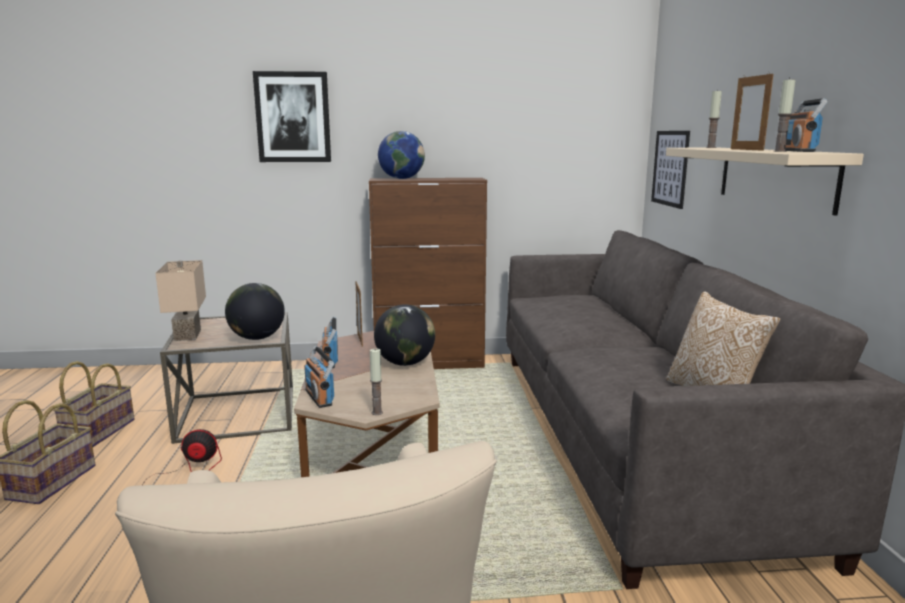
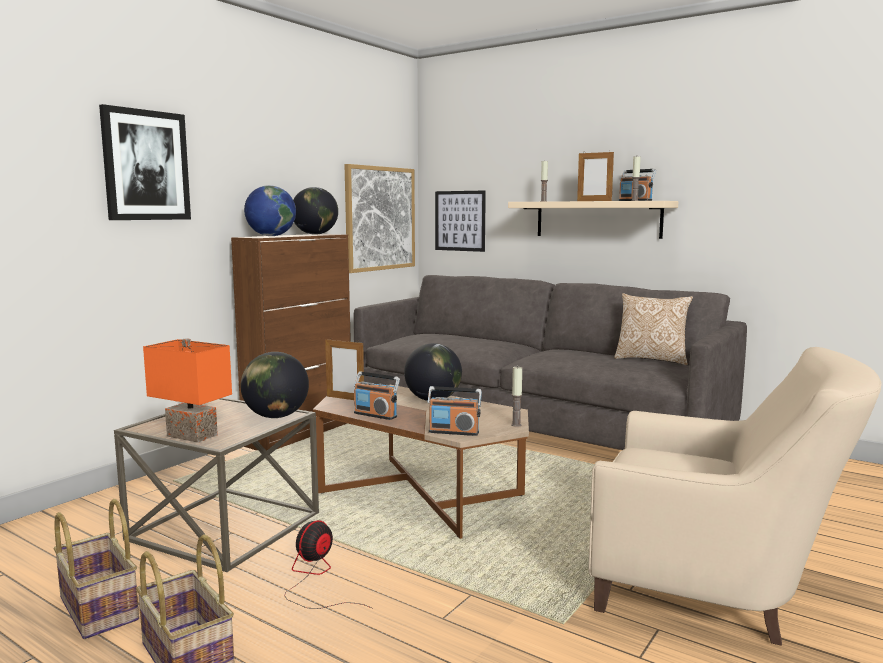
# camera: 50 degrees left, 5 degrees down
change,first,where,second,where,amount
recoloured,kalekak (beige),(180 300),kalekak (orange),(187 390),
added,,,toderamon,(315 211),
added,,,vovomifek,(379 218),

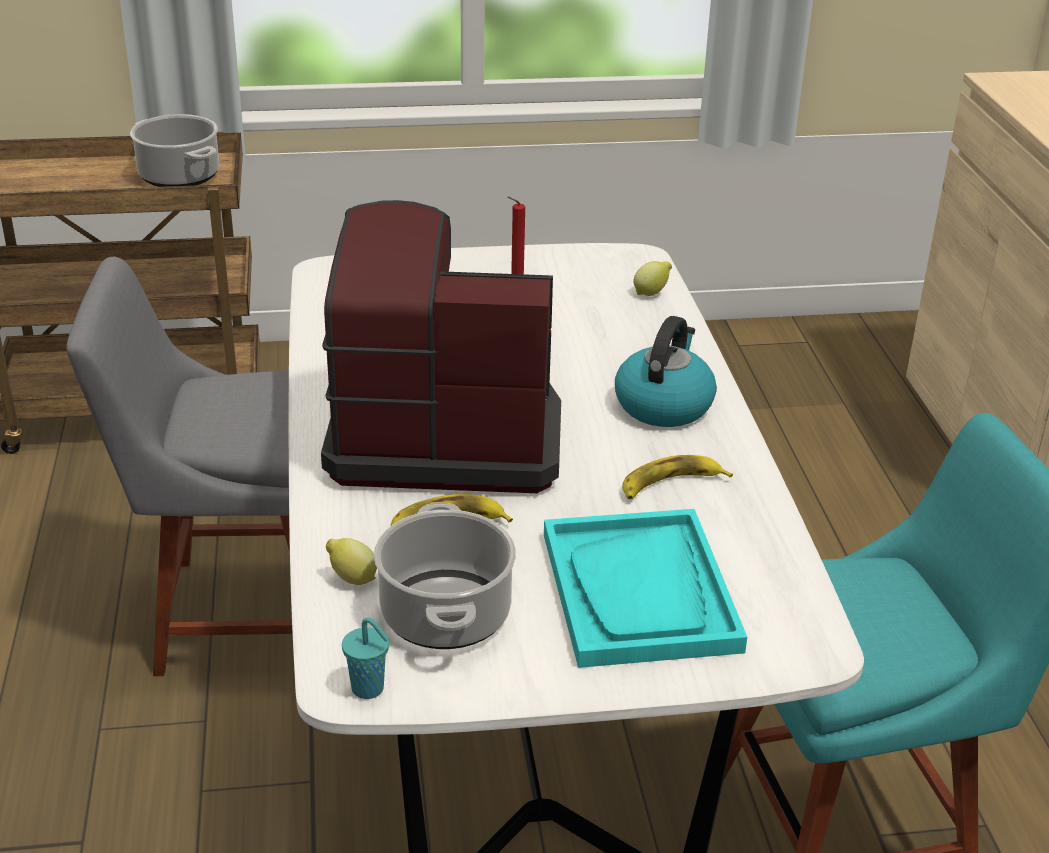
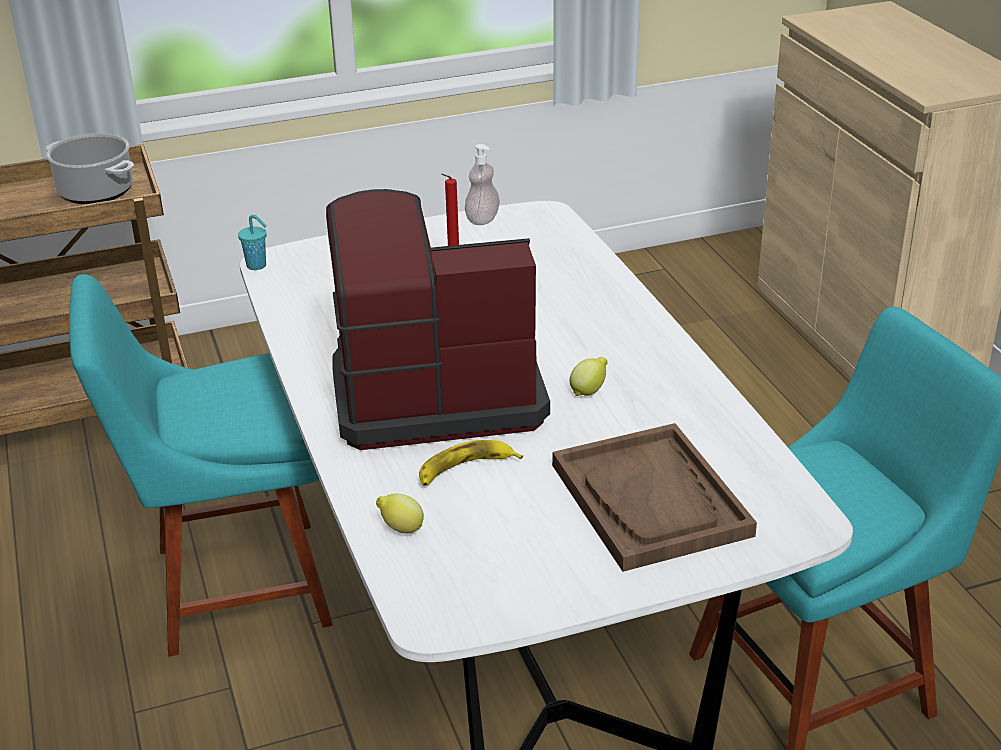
# camera: 10 degrees left, 0 degrees up
change,first,where,second,where,amount
recoloured,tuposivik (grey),(179 466),tuposivik (turquoise),(201 465),
moved,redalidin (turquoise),(365 658),,(252 242),
removed,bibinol,(445 575),,,
recoloured,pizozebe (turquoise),(645 588),pizozebe (brown),(654 497),
removed,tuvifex,(666 371),,,
removed,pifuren,(677 477),,,
moved,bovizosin,(653 278),,(588 376),
added,,,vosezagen,(482 184),

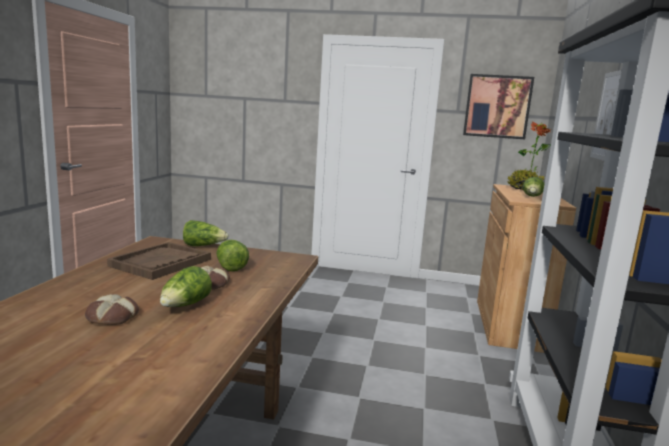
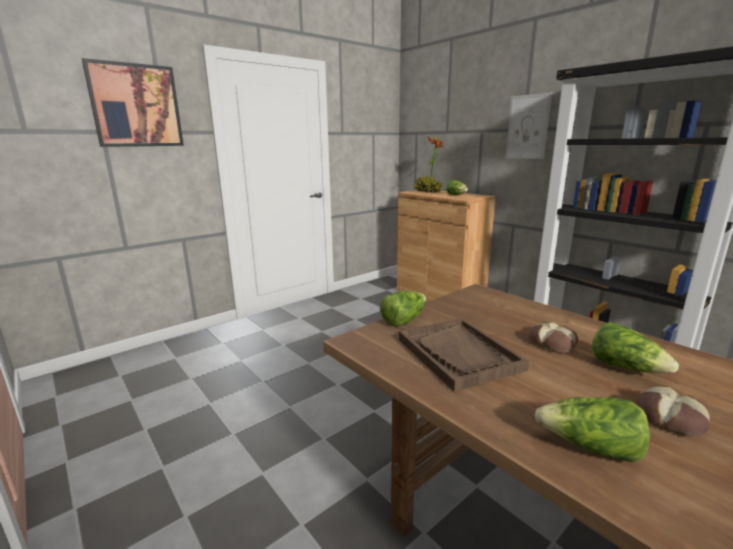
# camera: 50 degrees left, 5 degrees up
change,first,where,second,where,amount
moved,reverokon,(232 255),,(592 429),
moved,vovomifek,(498 106),,(133 102),

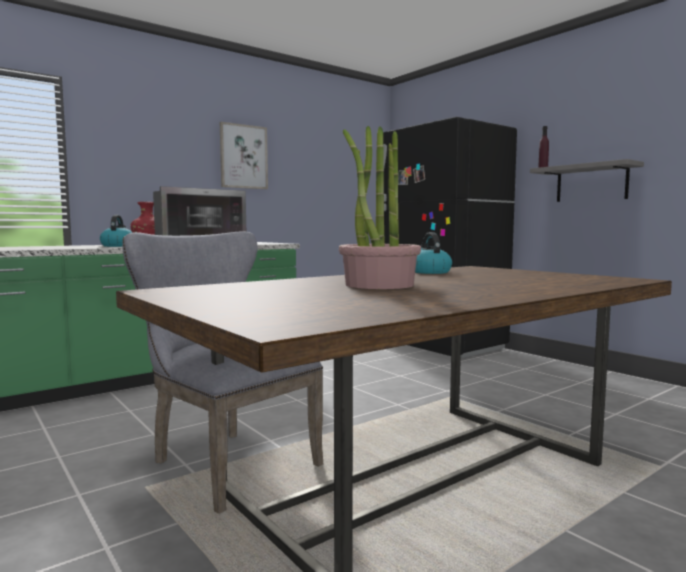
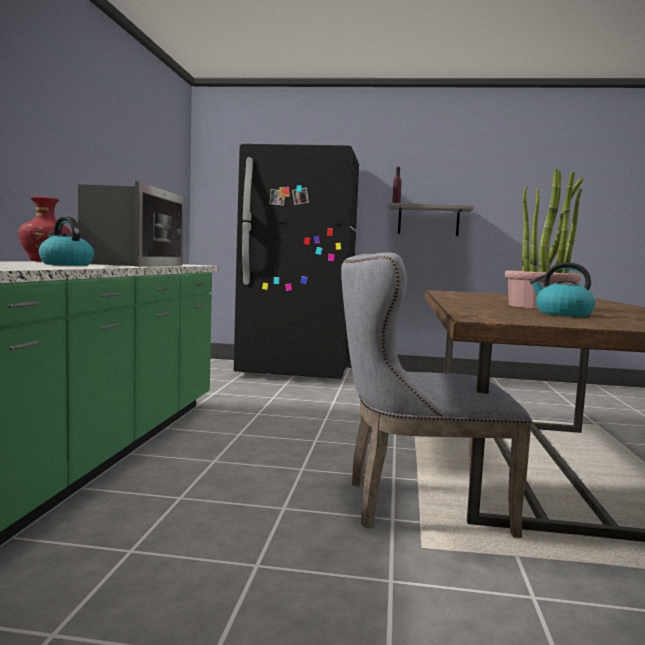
# camera: 45 degrees left, 0 degrees up
change,first,where,second,where,amount
removed,vovomifek,(244 155),,,
moved,tuvifex,(433 253),,(562 289),

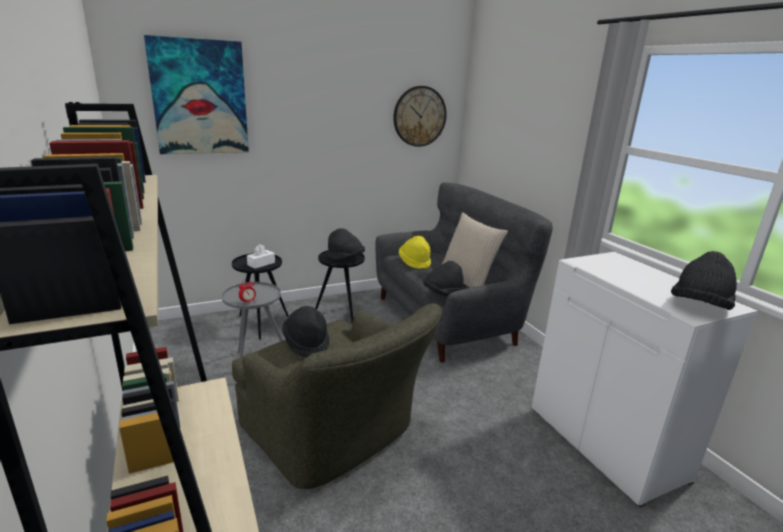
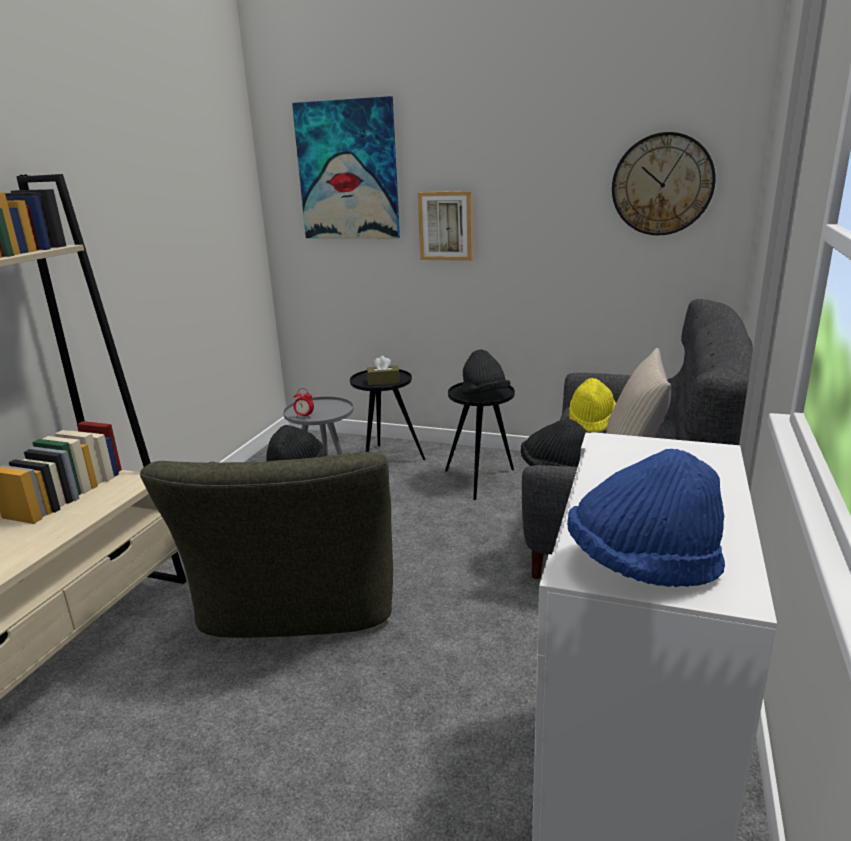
# camera: 45 degrees right, 0 degrees up
change,first,where,second,where,amount
recoloured,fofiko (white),(261 256),fofiko (brown),(383 370),
recoloured,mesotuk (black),(704 280),mesotuk (blue),(646 518),
added,,,vovomifek,(445 226),

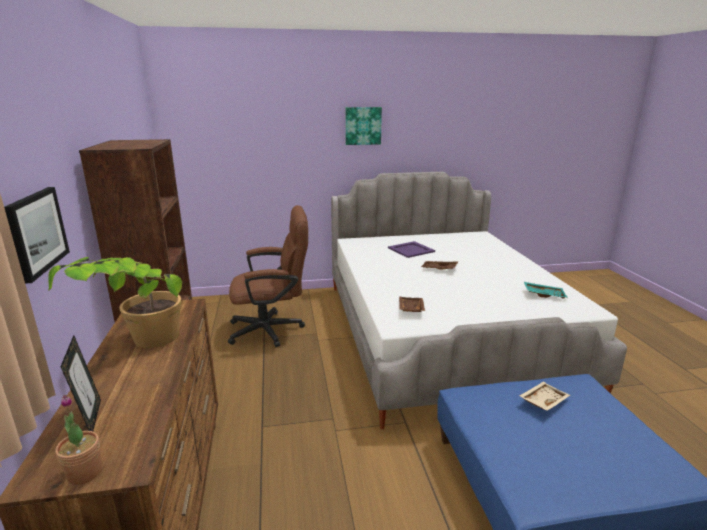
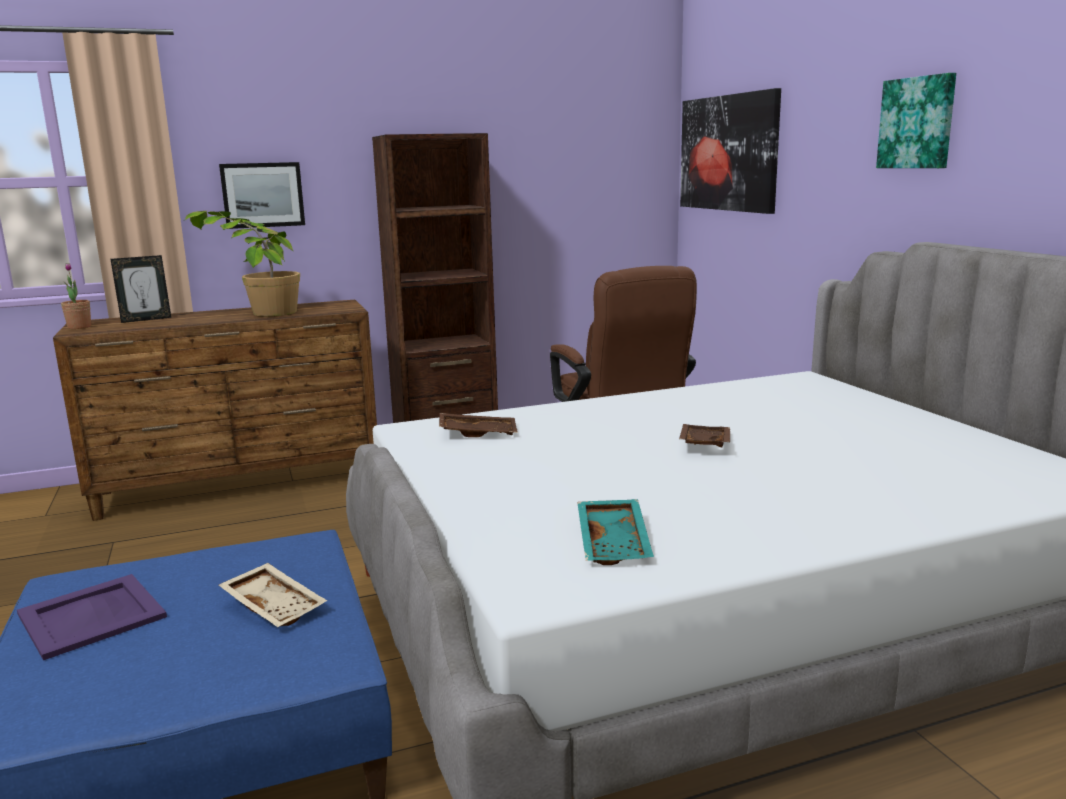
# camera: 80 degrees right, 5 degrees down
change,first,where,second,where,amount
moved,pizozebe (purple),(411 249),,(92 617),
added,,,vovomifek,(730 151),

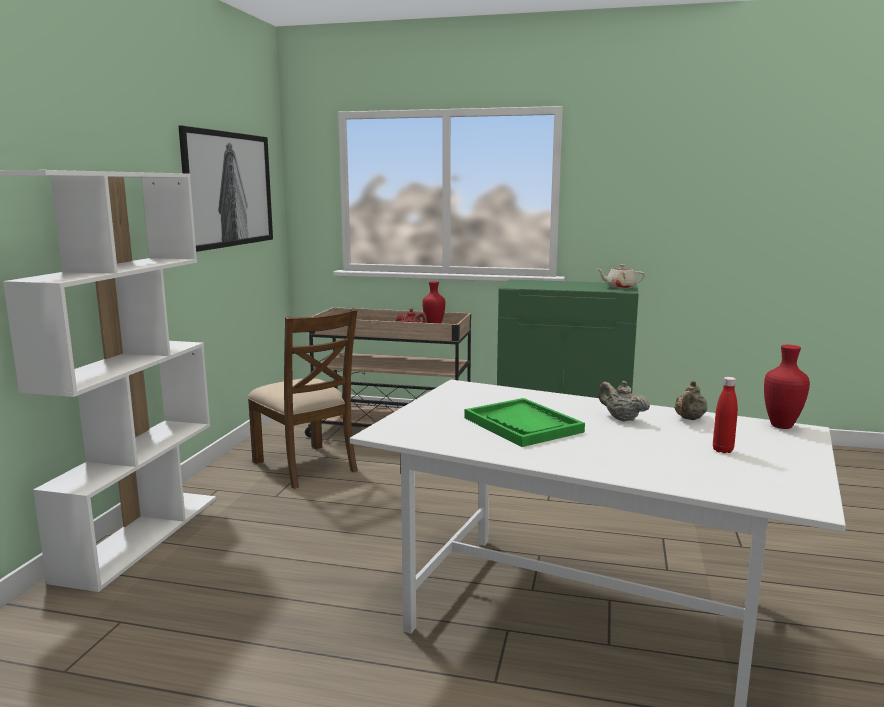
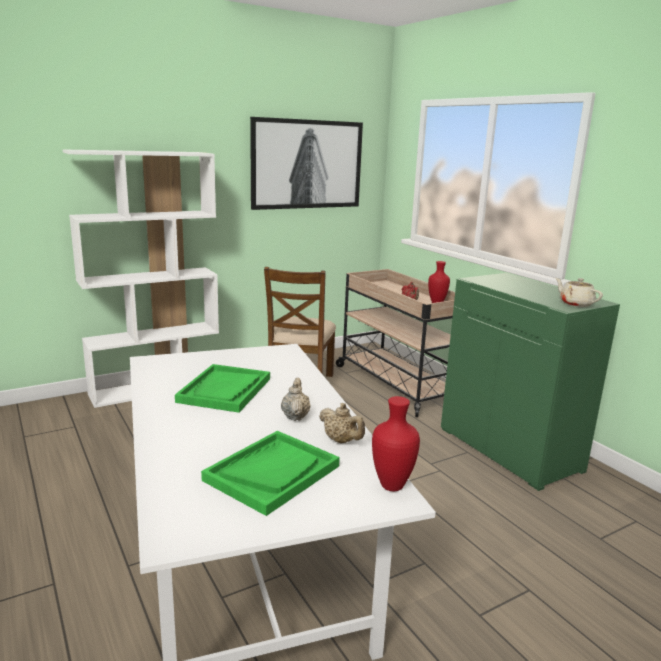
# camera: 45 degrees right, 5 degrees up
change,first,where,second,where,amount
turned,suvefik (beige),(690 400),,(342 423),120 degrees counterclockwise
replaced,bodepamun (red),(725 415),pizozebe (green),(270 473),

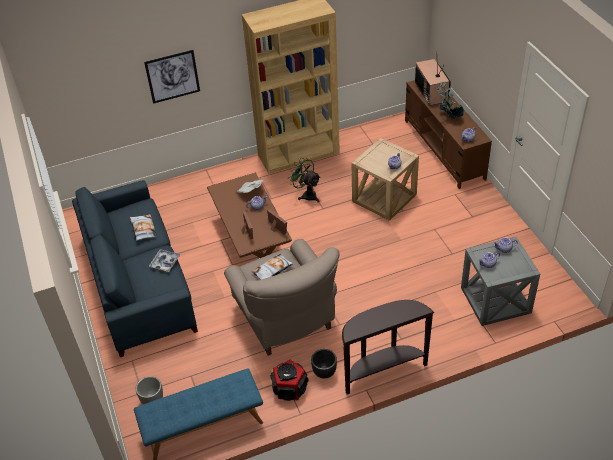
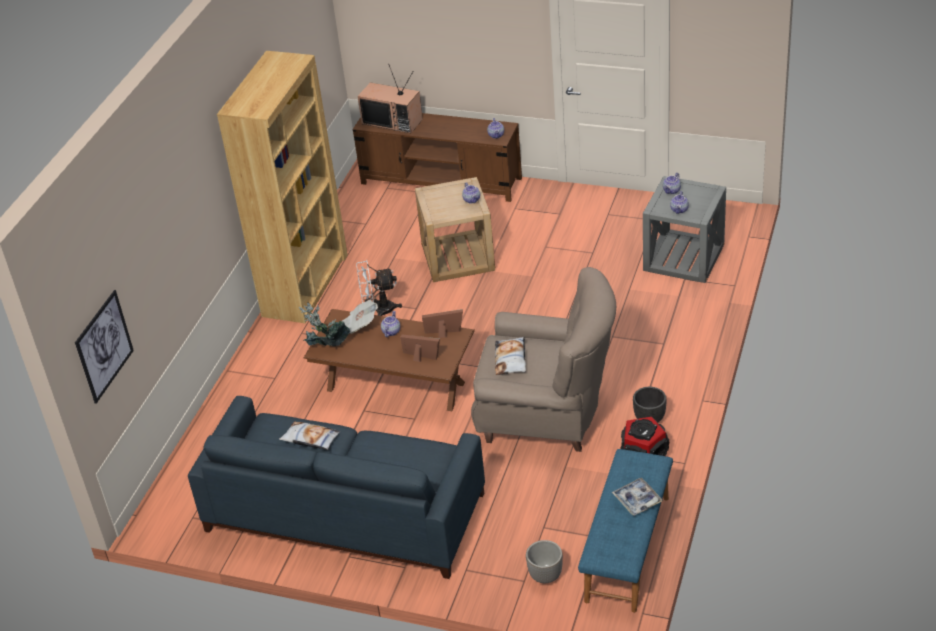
# camera: 50 degrees left, 5 degrees down
change,first,where,second,where,amount
moved,vovomifek,(172 77),,(104 347),
moved,pizozebe,(164 260),,(637 497),
recoloured,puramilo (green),(304 180),puramilo (white),(379 288),
removed,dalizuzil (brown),(388 347),,,
moved,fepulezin,(450 100),,(324 324),

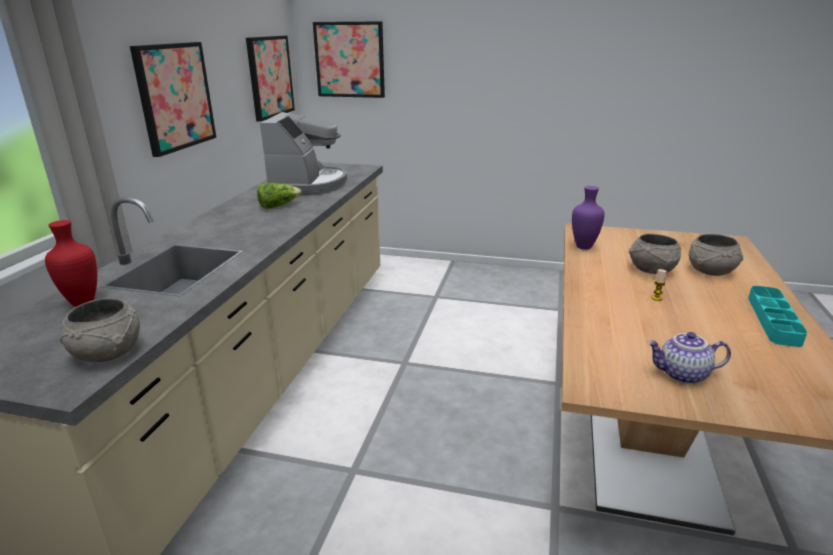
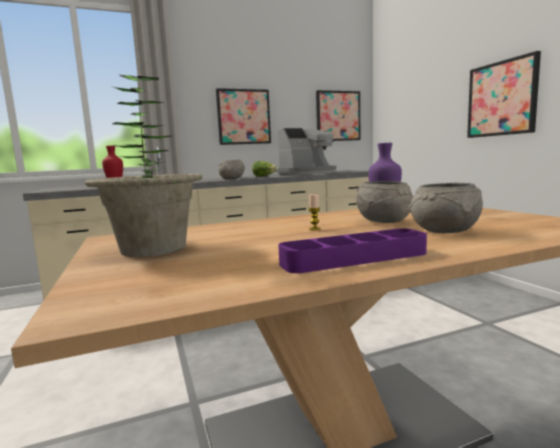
# camera: 55 degrees right, 15 degrees down
change,first,where,second,where,amount
moved,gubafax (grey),(100 330),,(231 170),
moved,vovomifek,(349 59),,(504 94),
replaced,suvefik,(689 358),fepulezin,(144 166),
recoloured,pizozebe (turquoise),(777 316),pizozebe (purple),(352 250),

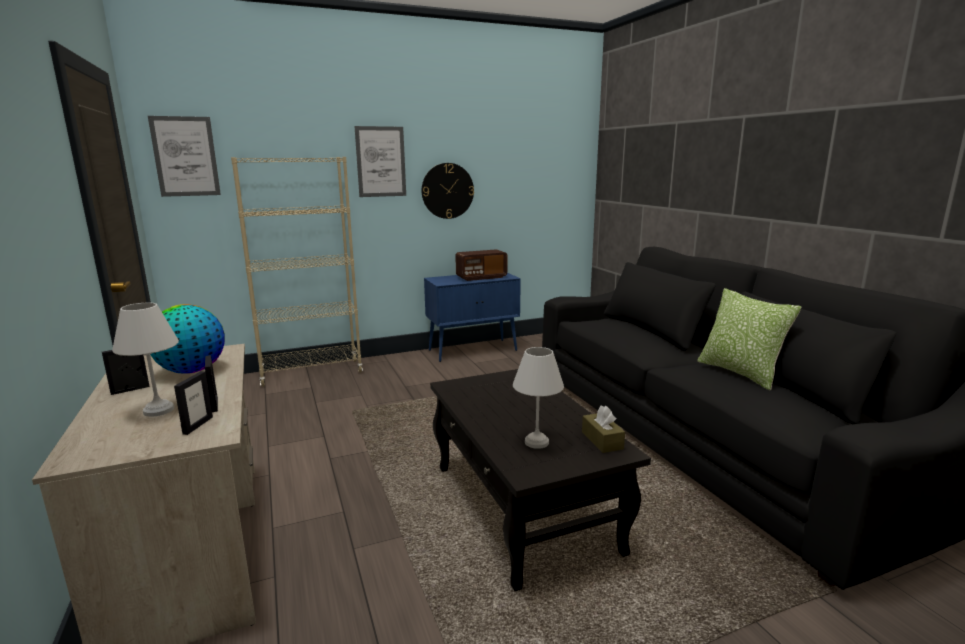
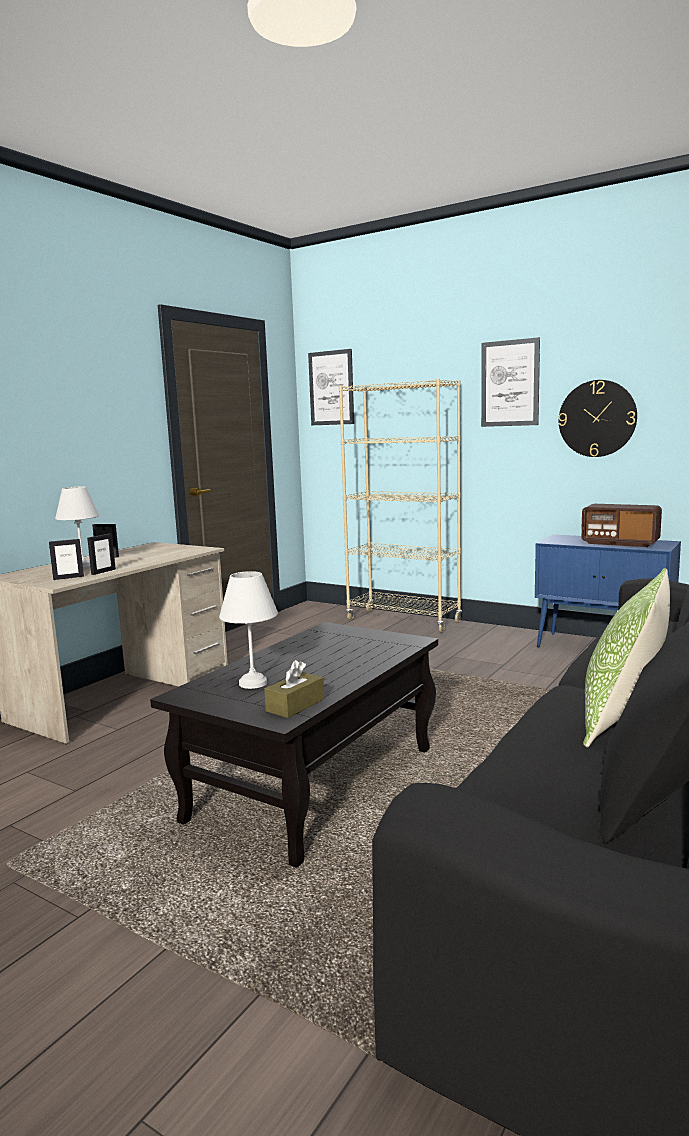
# camera: 55 degrees right, 5 degrees down
change,first,where,second,where,amount
removed,toderamon,(188 338),,,

